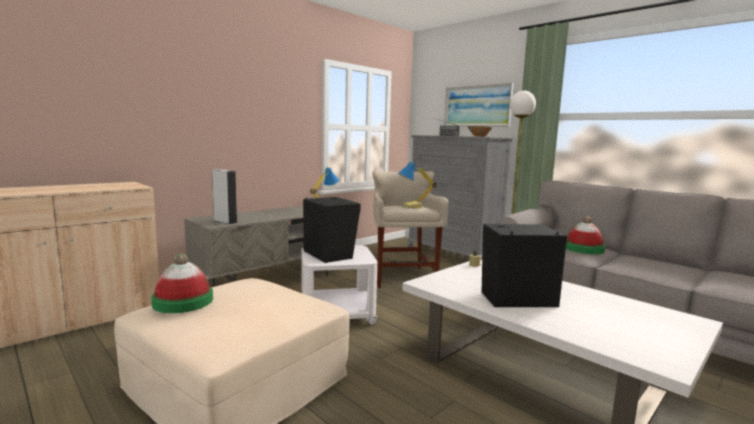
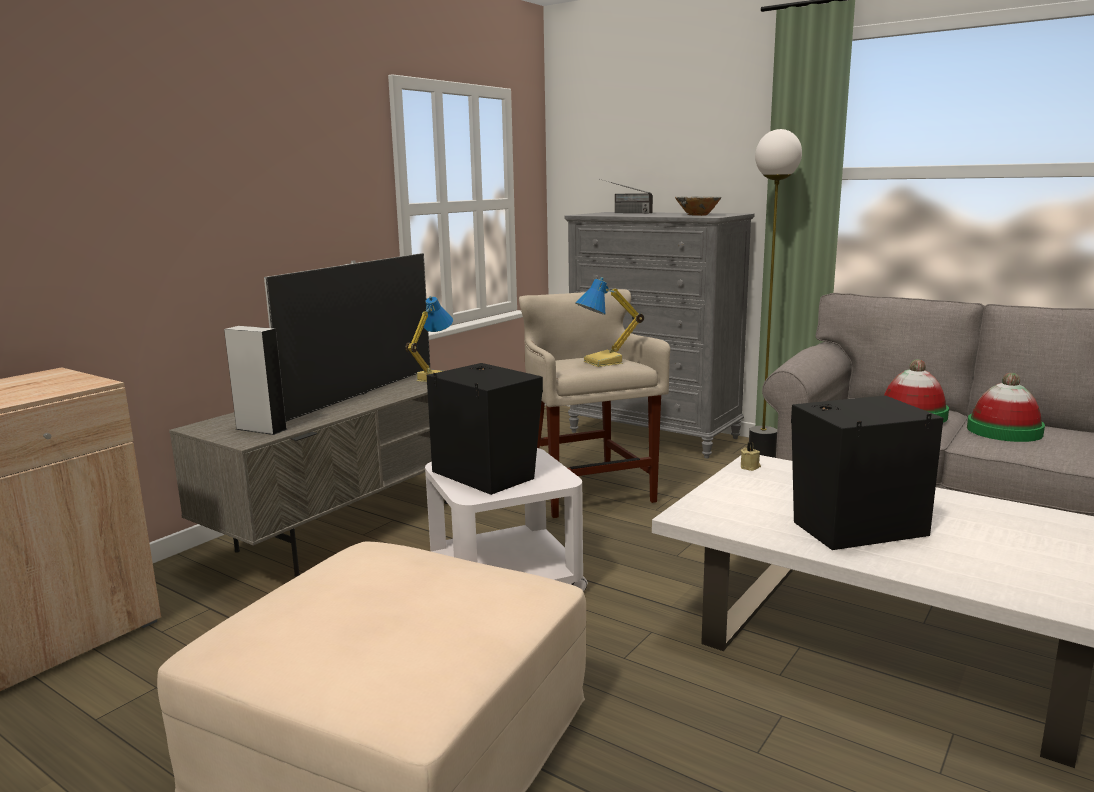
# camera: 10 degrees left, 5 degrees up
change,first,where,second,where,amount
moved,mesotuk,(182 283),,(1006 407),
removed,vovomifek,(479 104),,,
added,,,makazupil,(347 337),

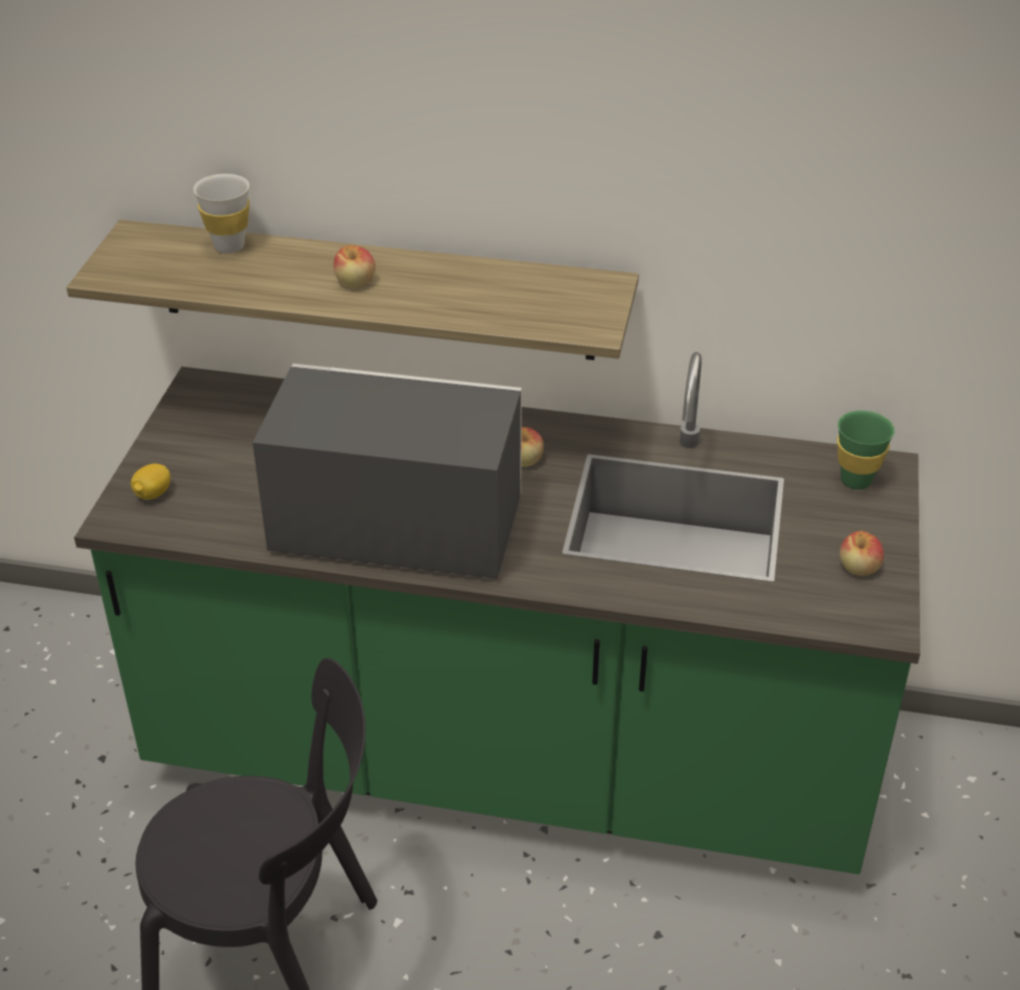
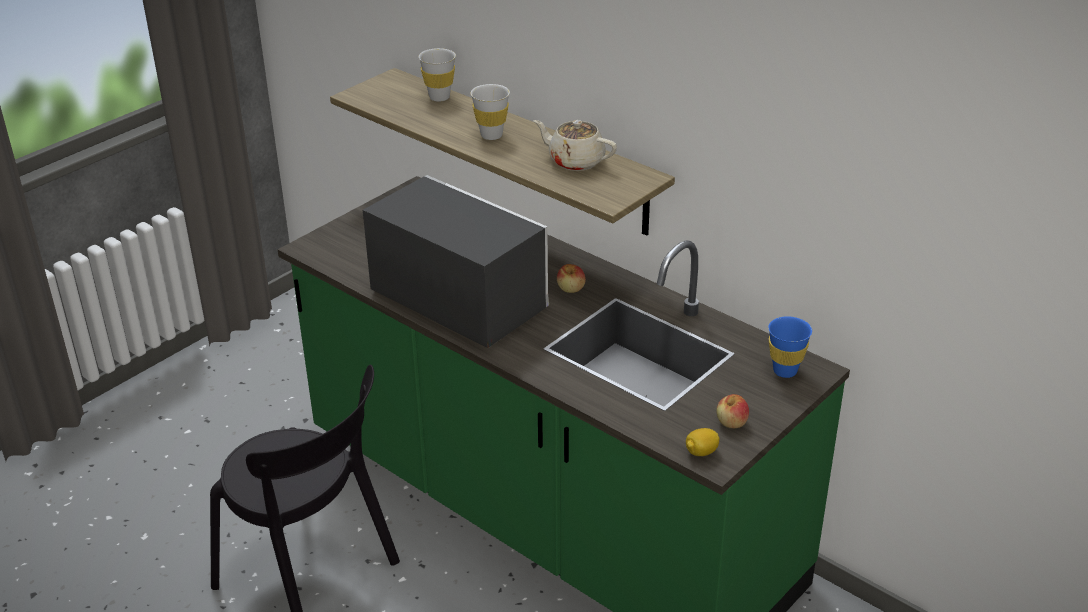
# camera: 30 degrees right, 5 degrees down
change,first,where,second,where,amount
moved,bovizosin,(151 482),,(702 442),
replaced,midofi,(354 266),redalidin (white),(490 112),
recoloured,redalidin (green),(866 449),redalidin (blue),(790 347),
added,,,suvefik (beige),(575 145),

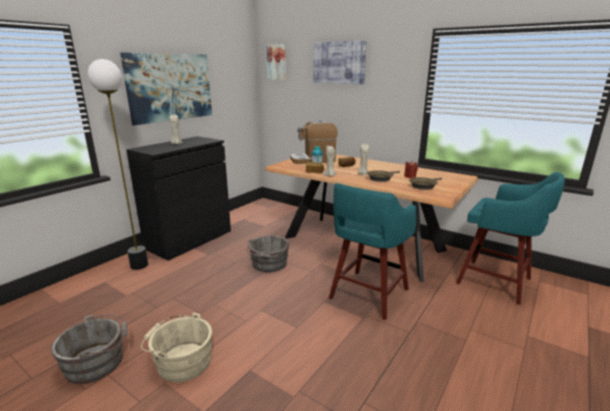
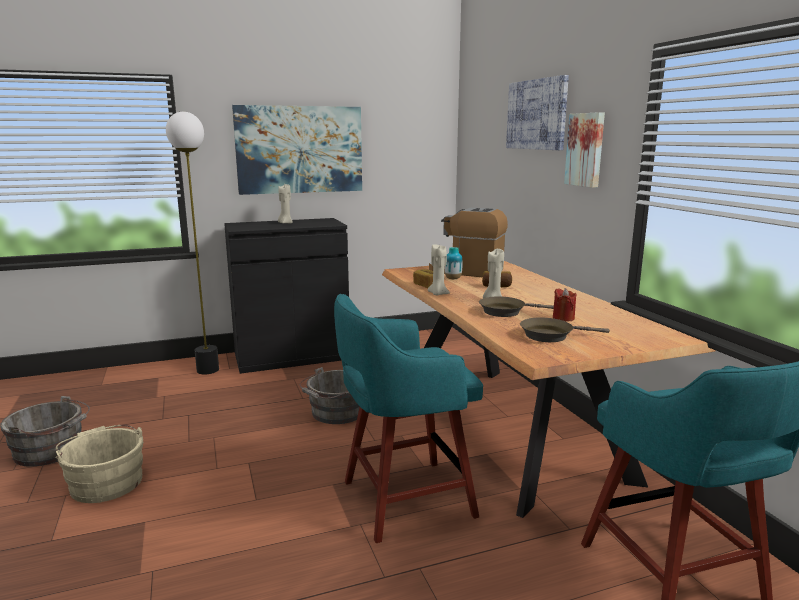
# camera: 35 degrees right, 5 degrees down
change,first,where,second,where,amount
moved,vovomifek,(276 62),,(584 150),

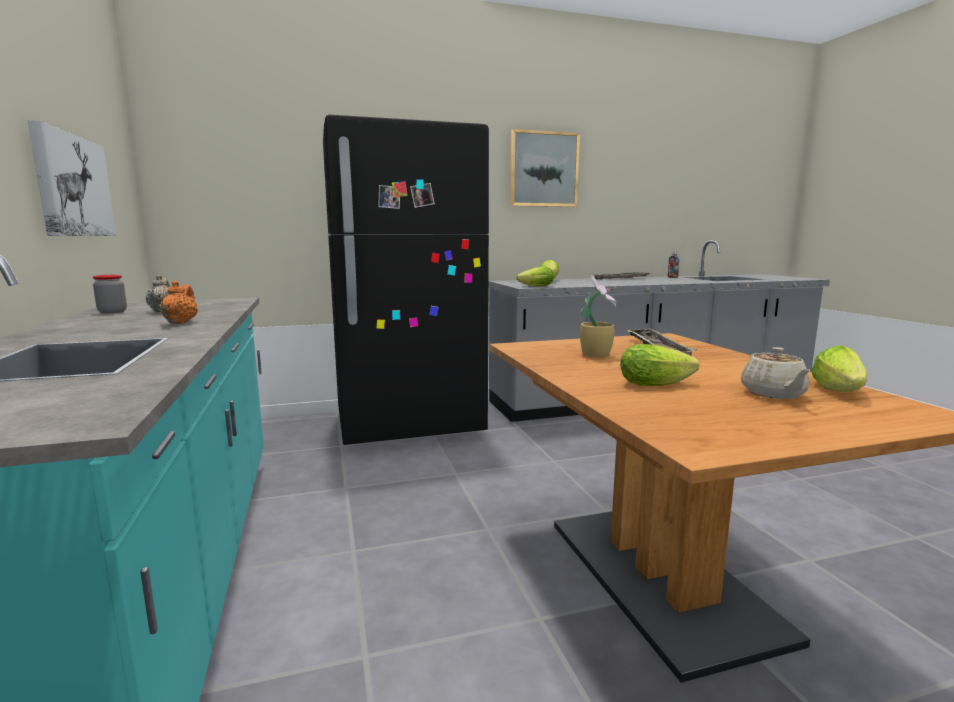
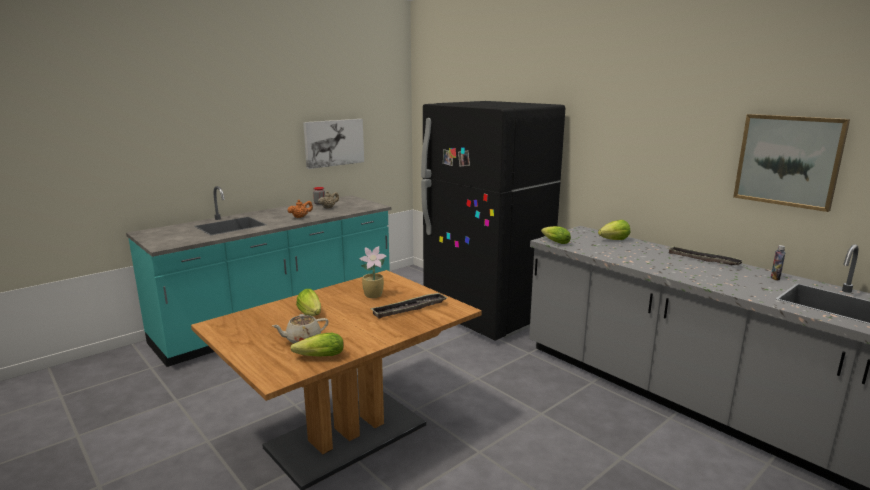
# camera: 65 degrees right, 5 degrees up
change,first,where,second,where,amount
moved,vovomifek,(545 168),,(791 163),

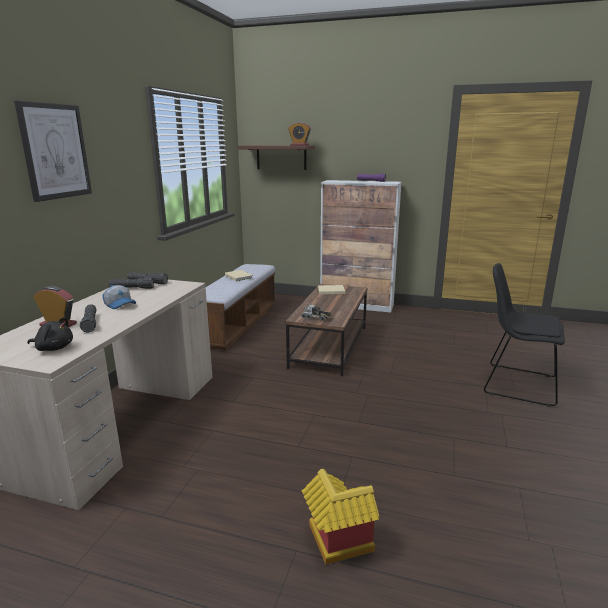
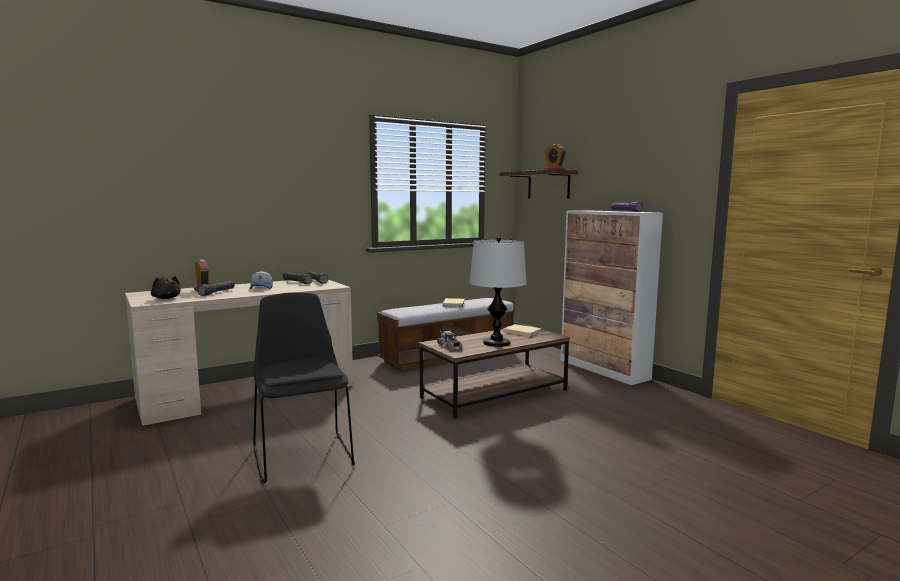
# camera: 40 degrees right, 10 degrees down
change,first,where,second,where,amount
removed,vovomifek,(53 151),,,
removed,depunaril,(340 517),,,
moved,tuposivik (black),(524 335),,(304 387),
added,,,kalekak,(498 292),

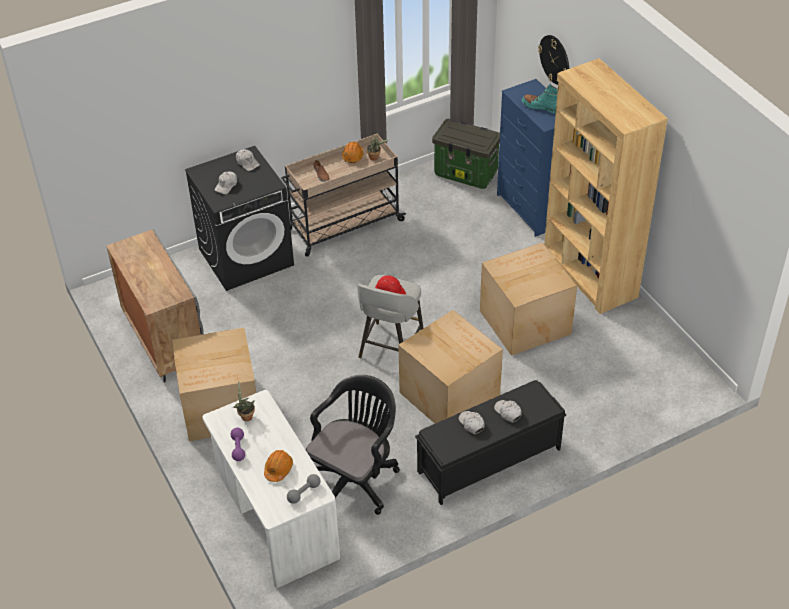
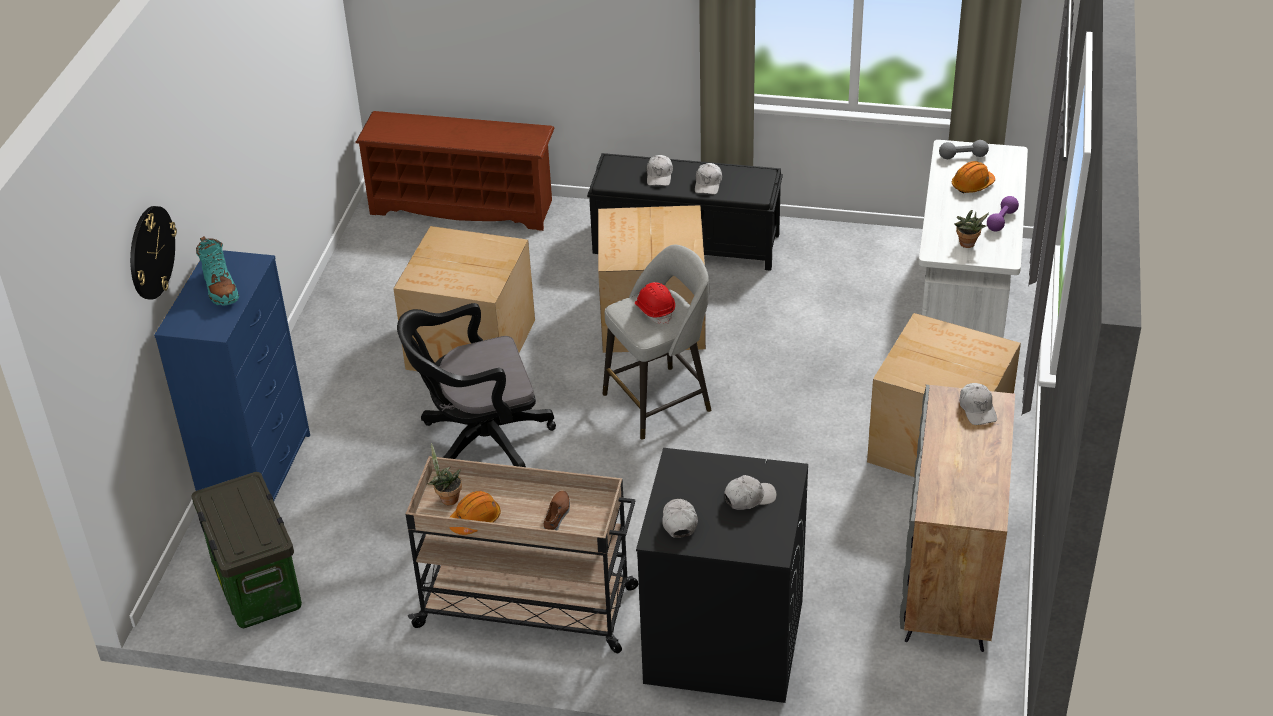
# camera: 140 degrees left, 5 degrees down
change,first,where,second,where,amount
moved,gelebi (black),(352 445),,(476 385),
removed,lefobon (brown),(606 186),,,
added,,,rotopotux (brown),(455 171),
added,,,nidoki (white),(978 404),

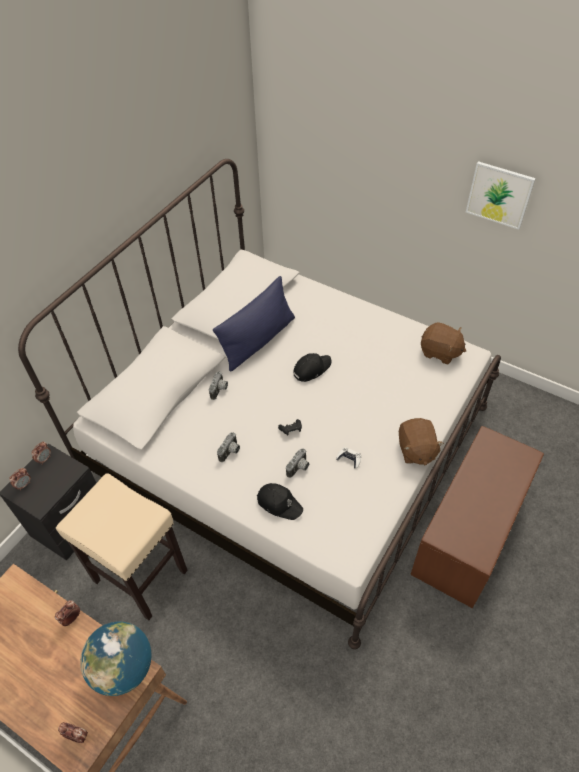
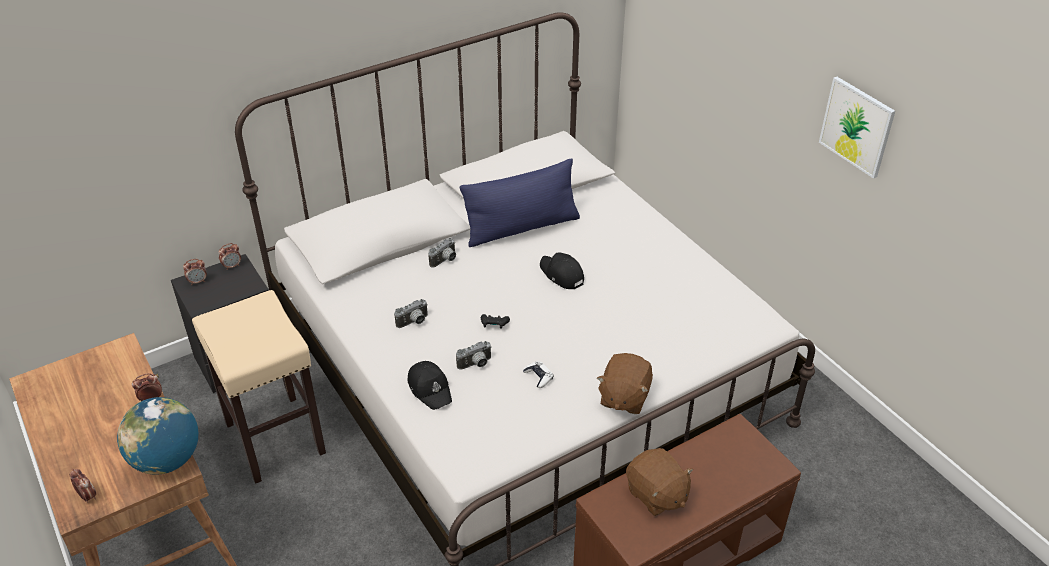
# camera: 25 degrees right, 10 degrees down
change,first,where,second,where,amount
turned,nidoki (black),(312 367),,(562 270),120 degrees counterclockwise
moved,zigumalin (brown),(443 343),,(659 482),

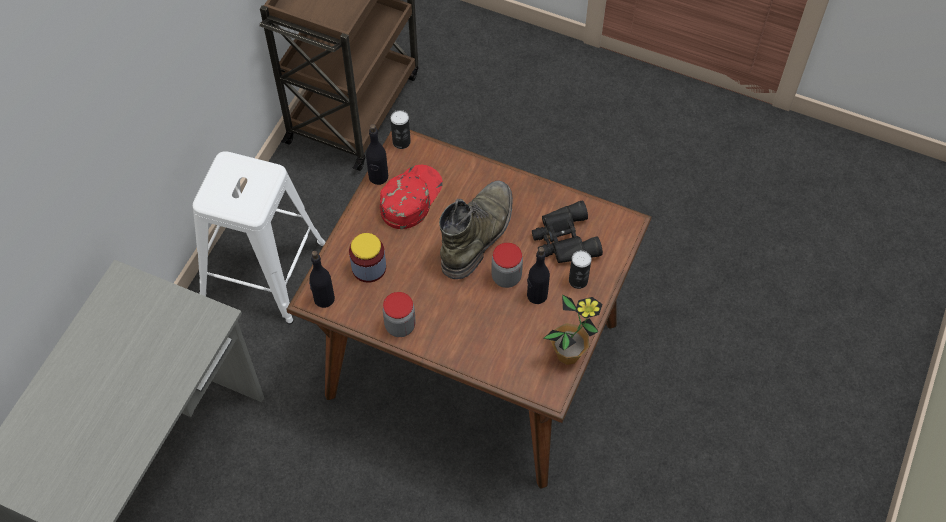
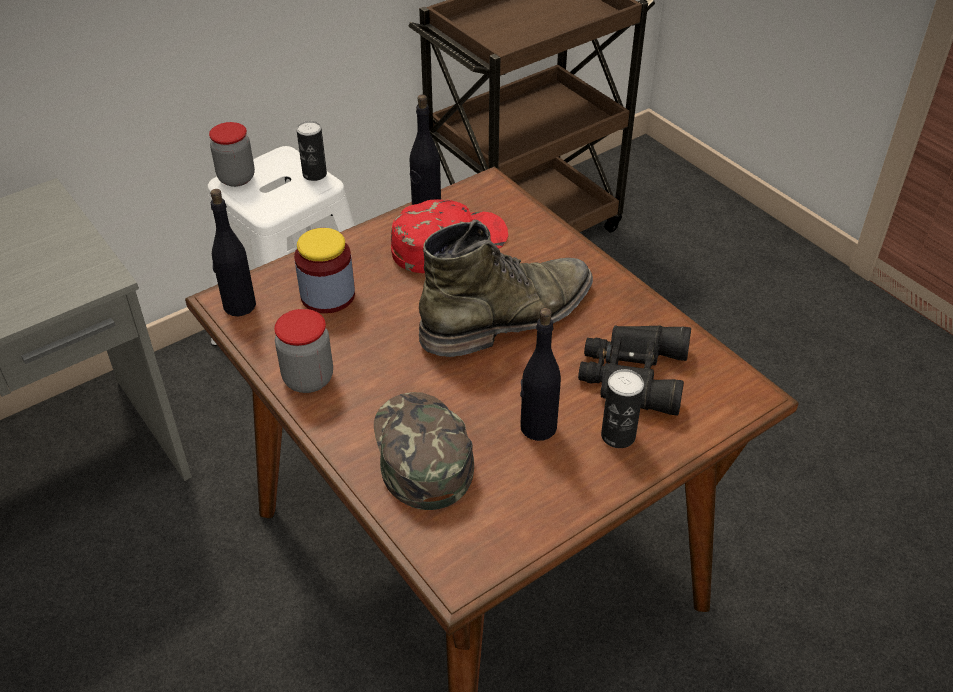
# camera: 30 degrees right, 15 degrees down
change,first,where,second,where,amount
moved,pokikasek,(400 129),,(311 151),
moved,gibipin,(507 265),,(232 154),
removed,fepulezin,(573 330),,,
added,,,nidoki (green),(424 451),

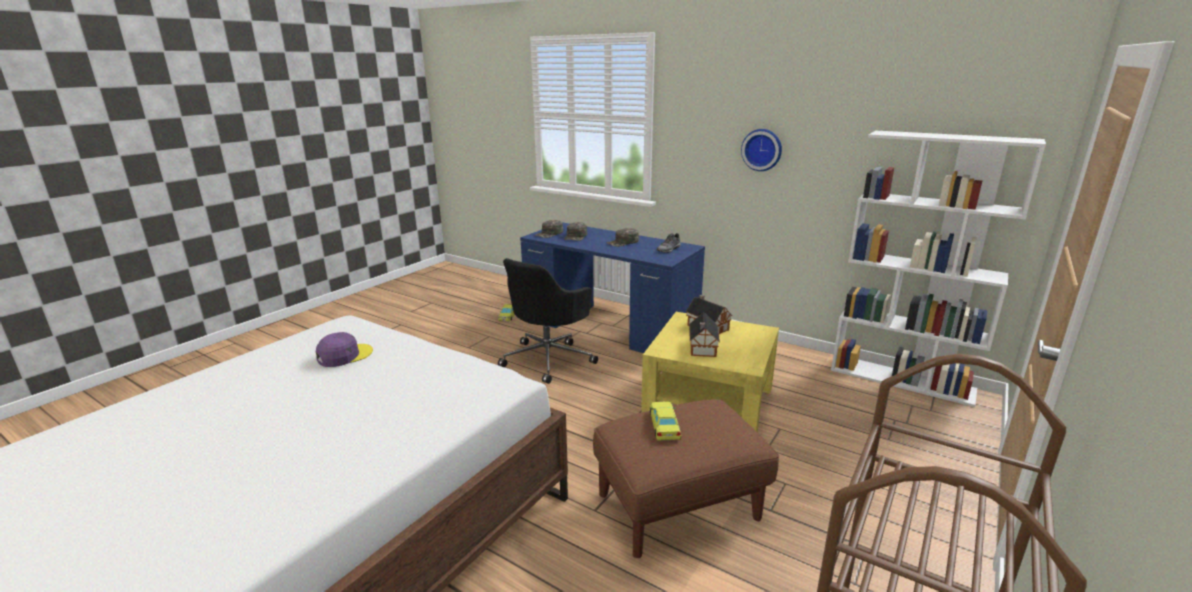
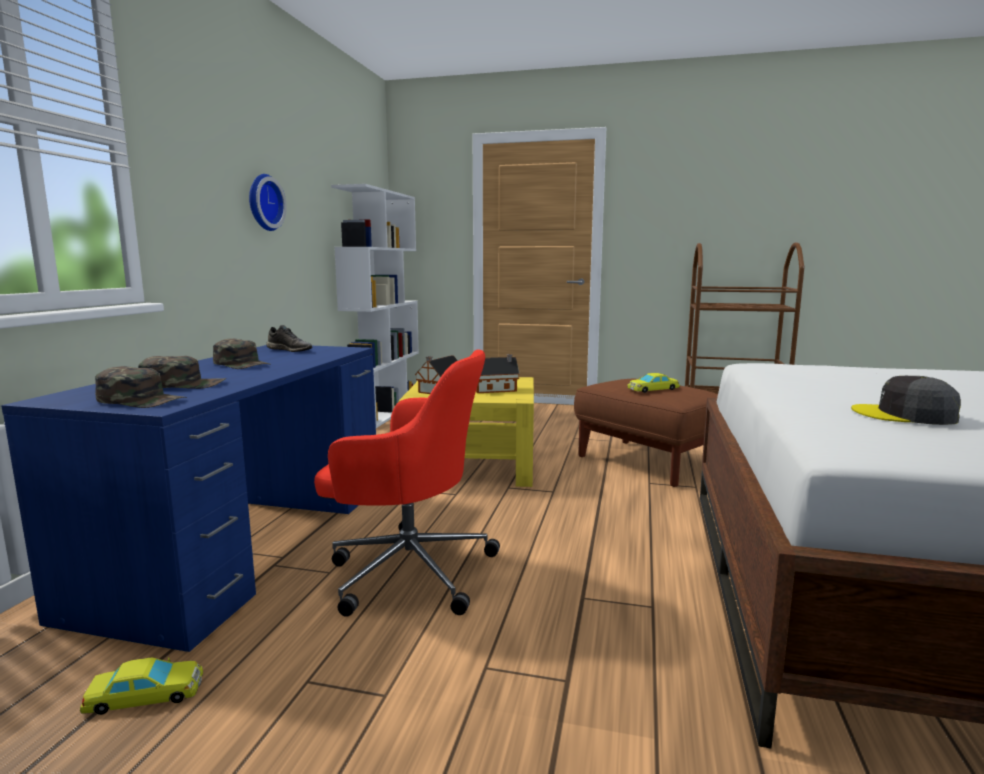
# camera: 110 degrees left, 10 degrees down
change,first,where,second,where,amount
recoloured,nidoki (purple),(344 349),nidoki (grey),(906 400),
recoloured,gelebi (black),(548 321),gelebi (red),(407 483),

